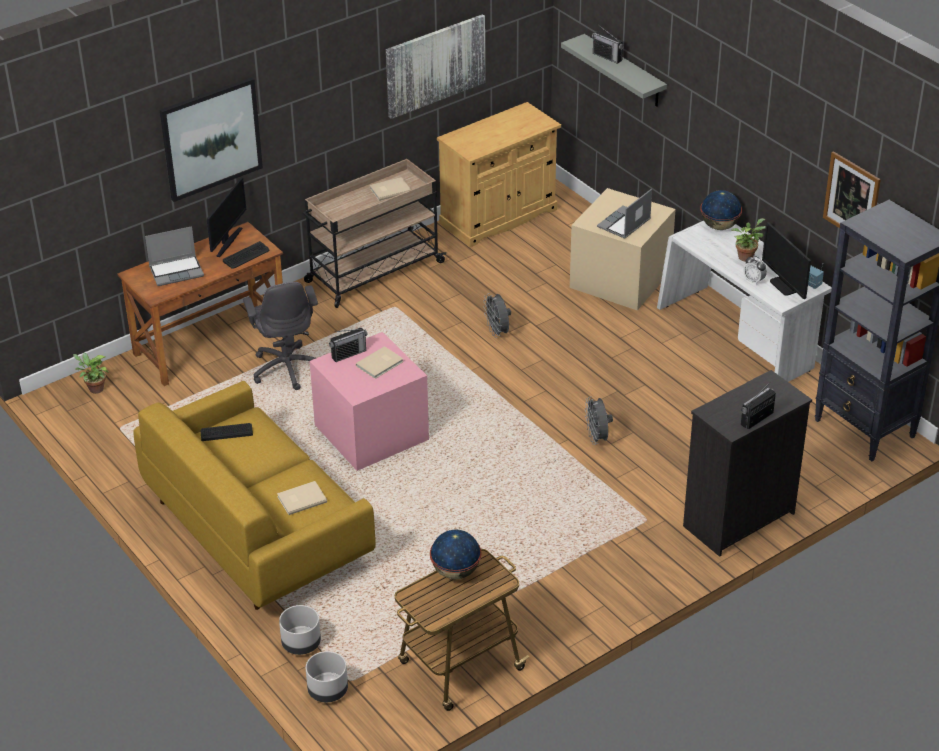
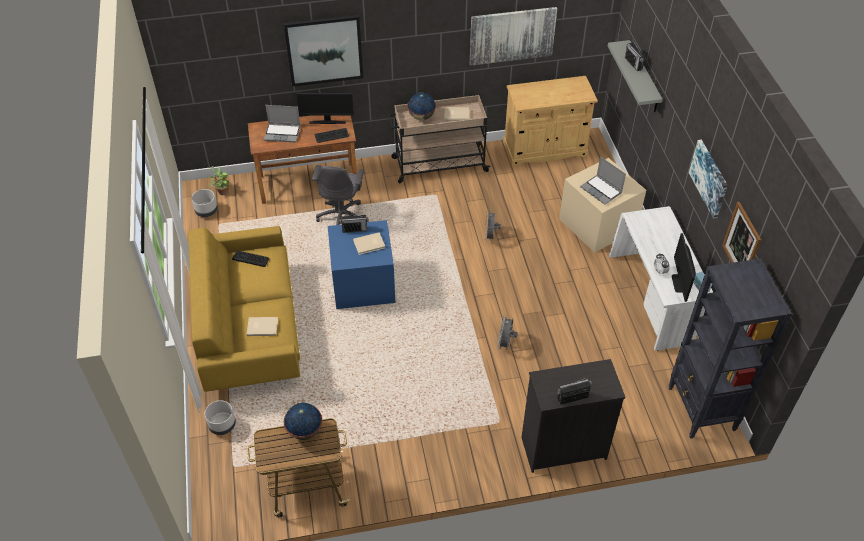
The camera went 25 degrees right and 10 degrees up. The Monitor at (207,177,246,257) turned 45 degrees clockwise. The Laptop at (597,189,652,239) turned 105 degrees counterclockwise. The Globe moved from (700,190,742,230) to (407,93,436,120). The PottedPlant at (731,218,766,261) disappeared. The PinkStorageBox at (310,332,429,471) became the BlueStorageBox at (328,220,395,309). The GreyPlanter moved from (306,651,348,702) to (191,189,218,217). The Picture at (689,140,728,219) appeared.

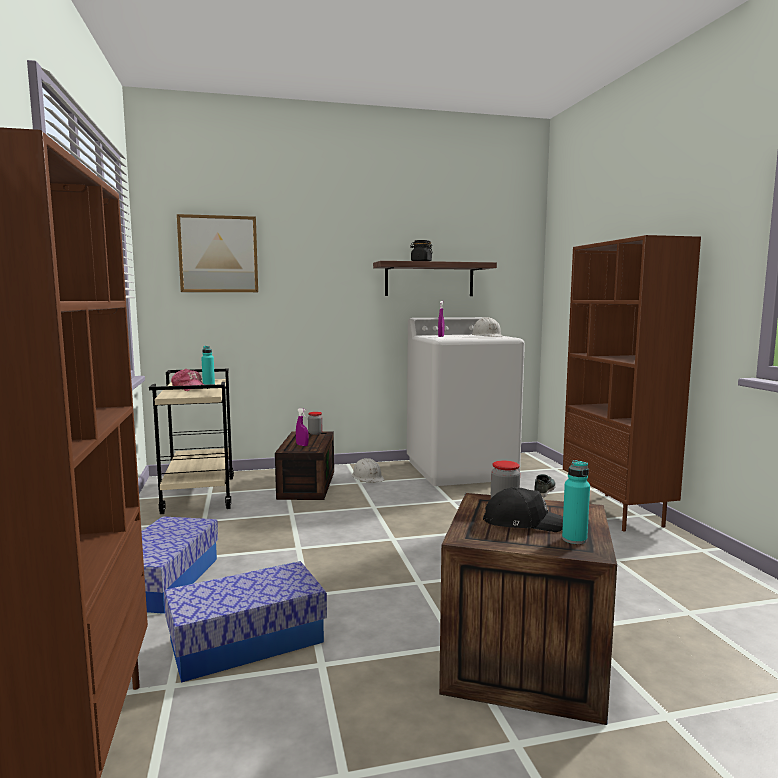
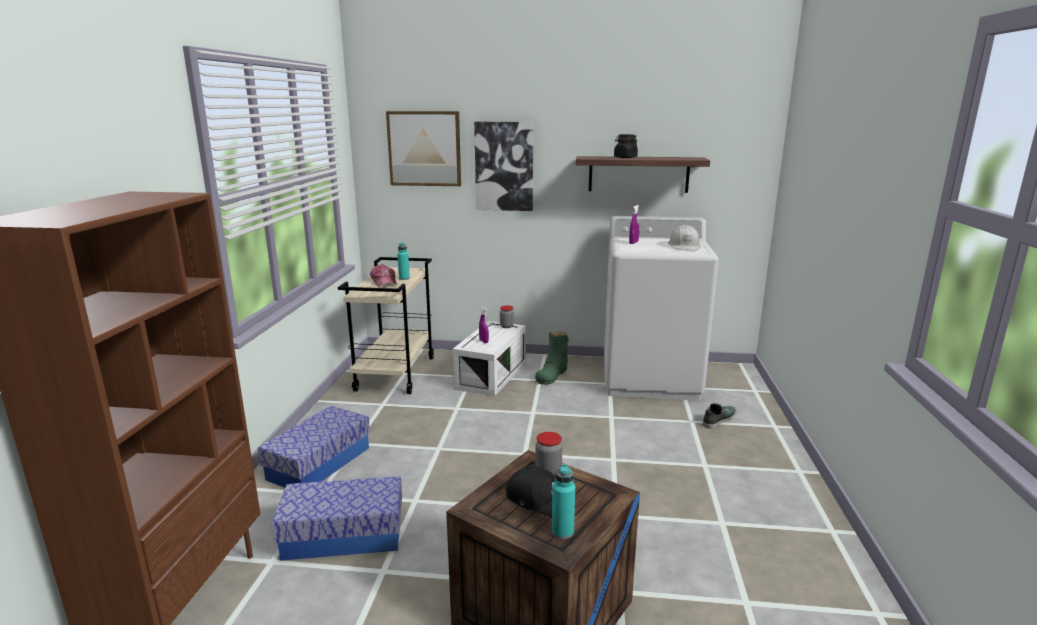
The camera went 20 degrees right and 10 degrees up. The BrownBookcase at (563,235,701,531) disappeared. The BrownStorageBox at (275,431,334,500) became the WhiteStorageBox at (453,321,526,397). The WhiteHardHat at (352,458,384,483) was replaced by the GreenBoot at (535,331,569,385). The Picture at (474,122,533,211) appeared.

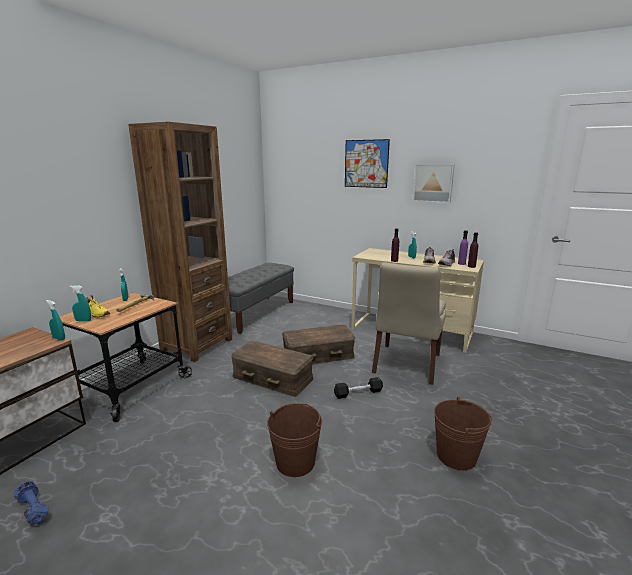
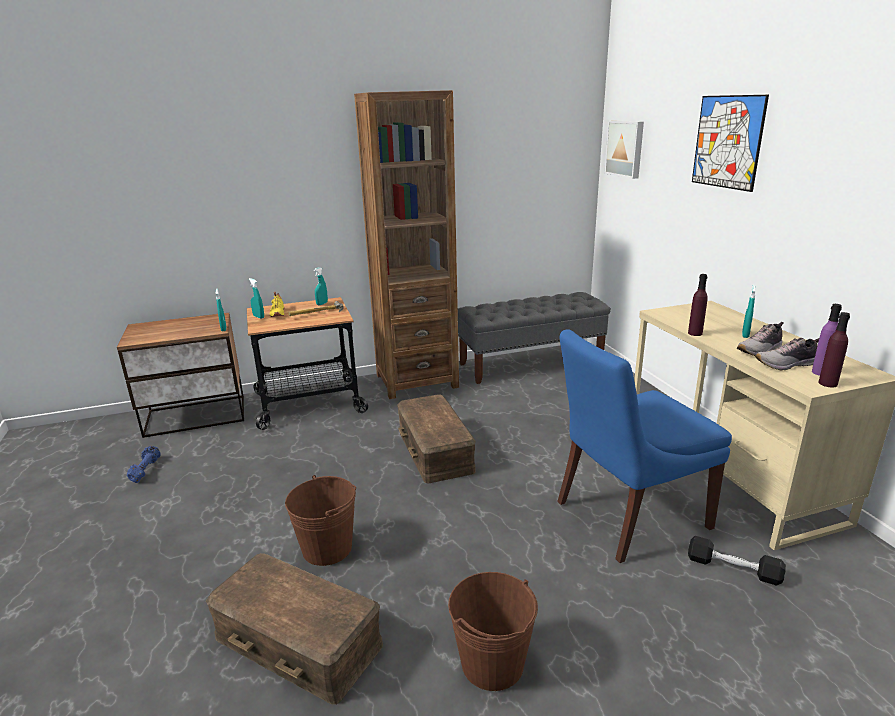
The camera went 45 degrees right and 5 degrees up. The Picture moved from (412,164,455,203) to (604,121,644,179). The BeigeChair at (372,262,446,385) became the BlueChair at (557,329,732,563). The BrownStorageBox moved from (282,325,355,364) to (206,553,383,705). The BlackDumbbell moved from (334,377,383,399) to (688,536,786,585).

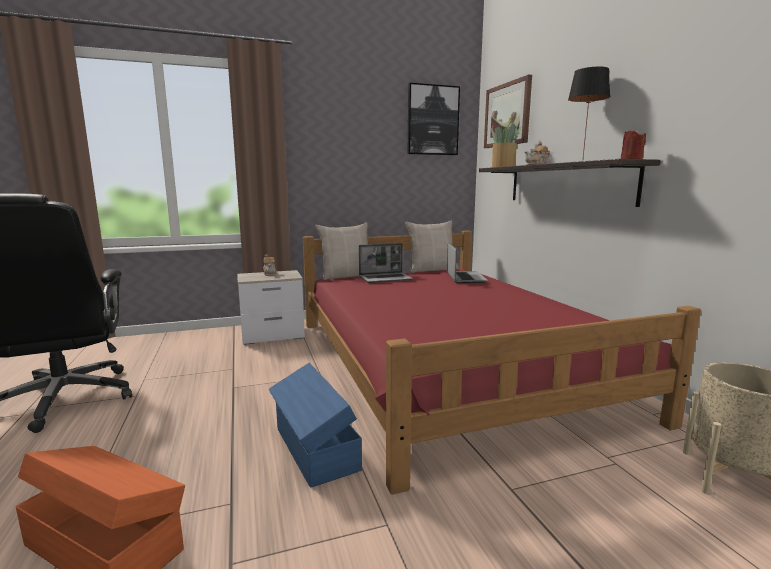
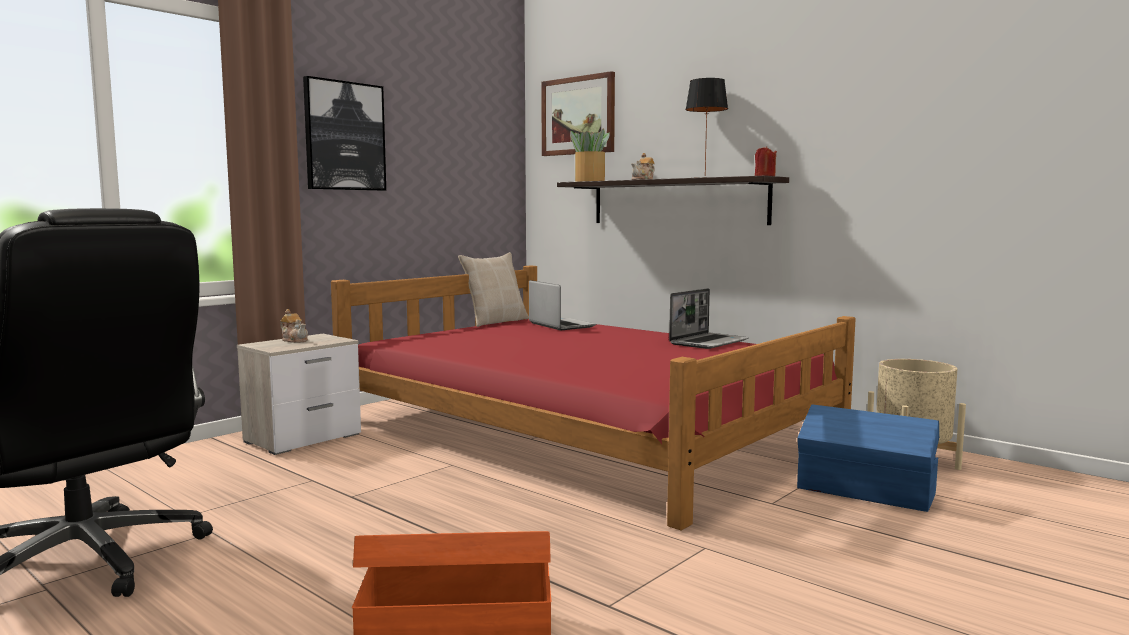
The camera went 30 degrees left and 5 degrees down. The Picture moved from (408,83,460,155) to (303,76,386,191). The BeigePillow at (316,223,368,280) disappeared. The Laptop moved from (359,243,413,283) to (669,288,749,349). The BlueStorageBox moved from (269,363,362,488) to (797,405,940,512).

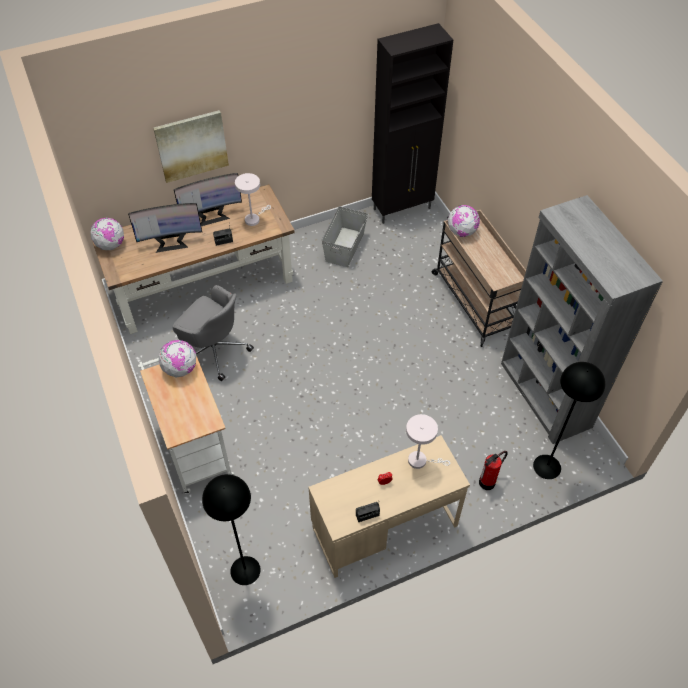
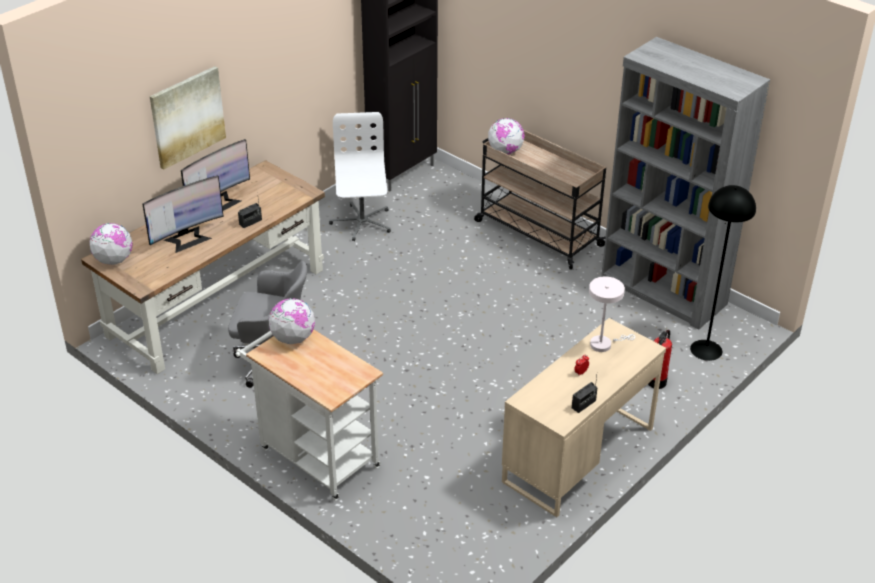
The camera went 25 degrees left and 15 degrees down. The WhiteTableLamp at (235,173,271,226) disappeared. The GreyStorageBox at (322,206,368,267) was replaced by the WhiteOfficeChair at (329,112,391,241). The BlackFloorLamp at (202,474,261,585) disappeared.

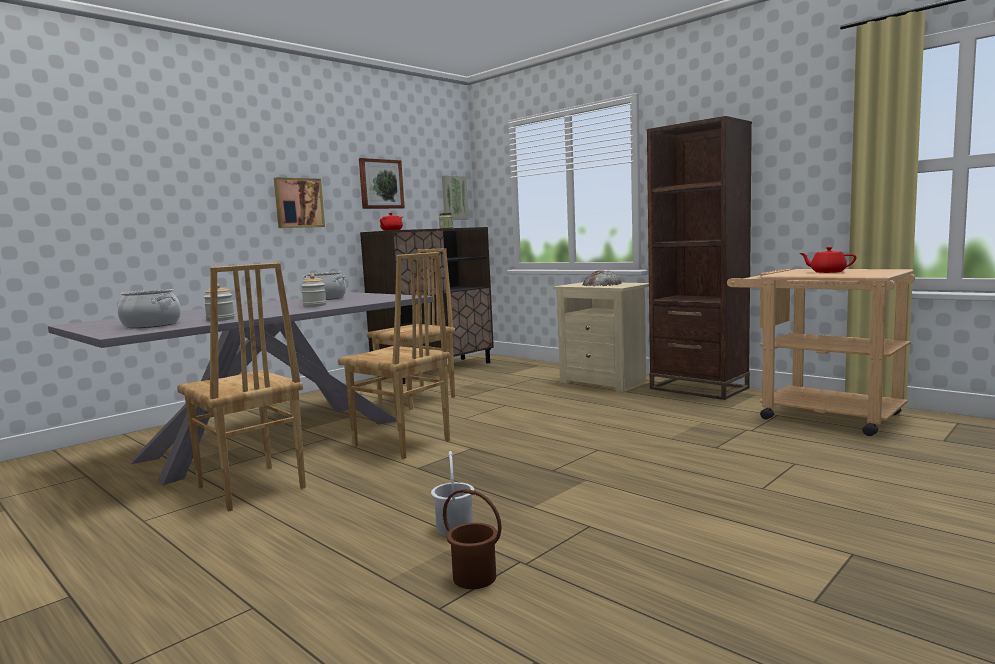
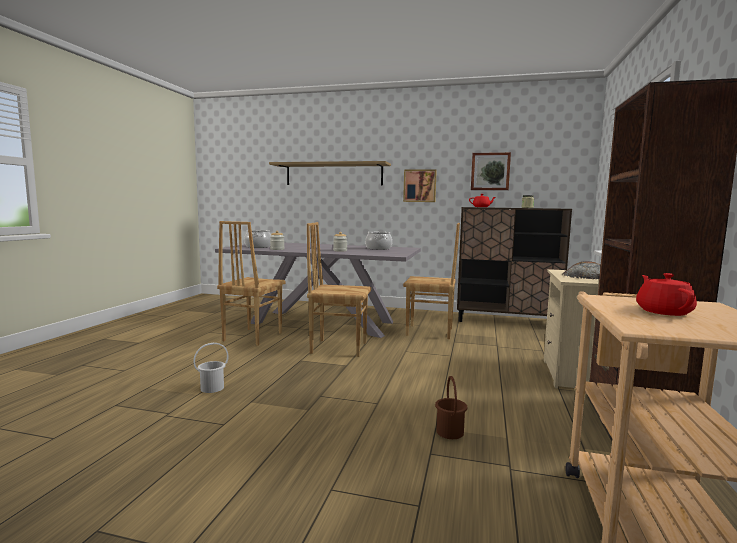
The camera went 60 degrees right and 0 degrees up. The Picture at (442,175,469,220) disappeared. The BrownChair at (338,252,450,459) turned 90 degrees clockwise. The BrownBucket moved from (443,489,502,589) to (435,376,467,439). The Shelf at (269,161,391,185) appeared.

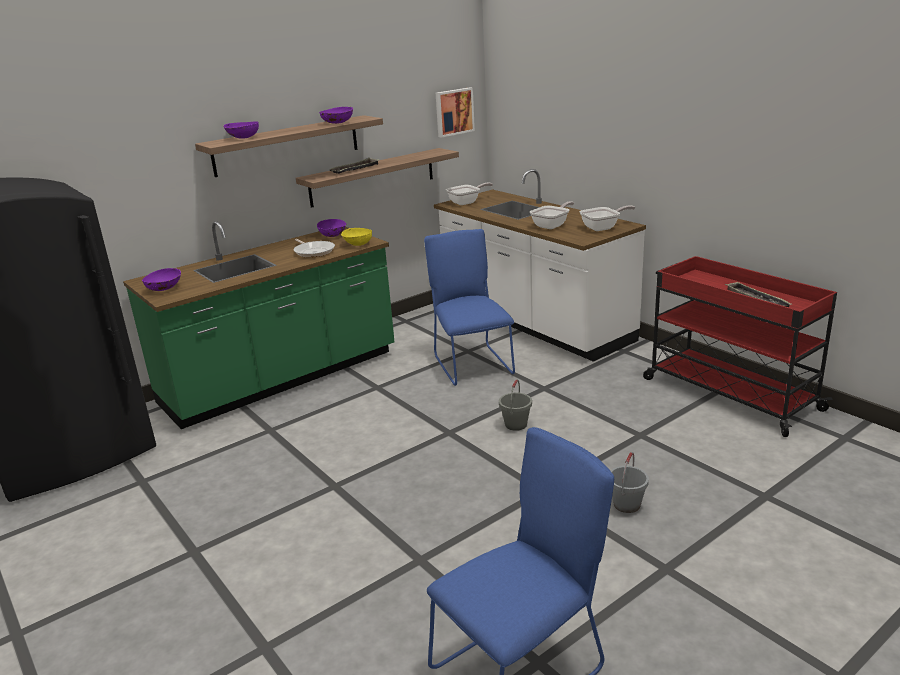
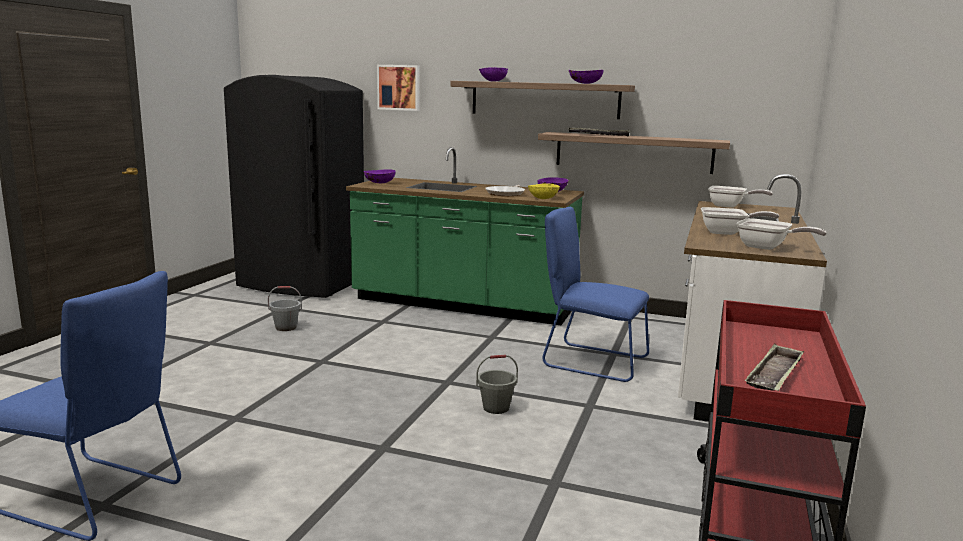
The camera went 55 degrees right and 10 degrees down. The Picture moved from (436,87,475,138) to (377,65,420,111). The BlueChair at (424,229,515,386) turned 105 degrees counterclockwise. The GreyBucket moved from (610,452,649,513) to (268,286,302,331).

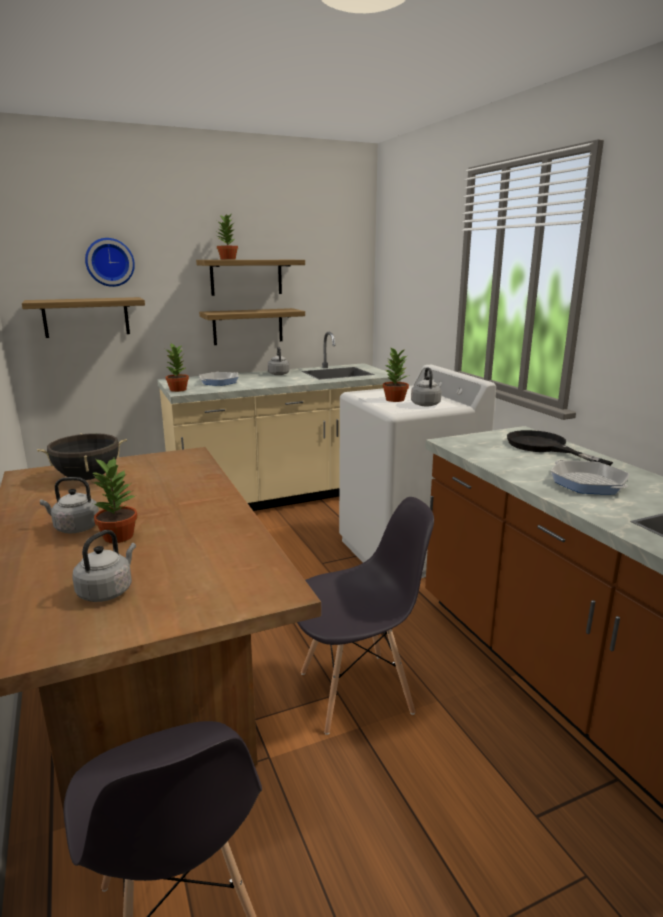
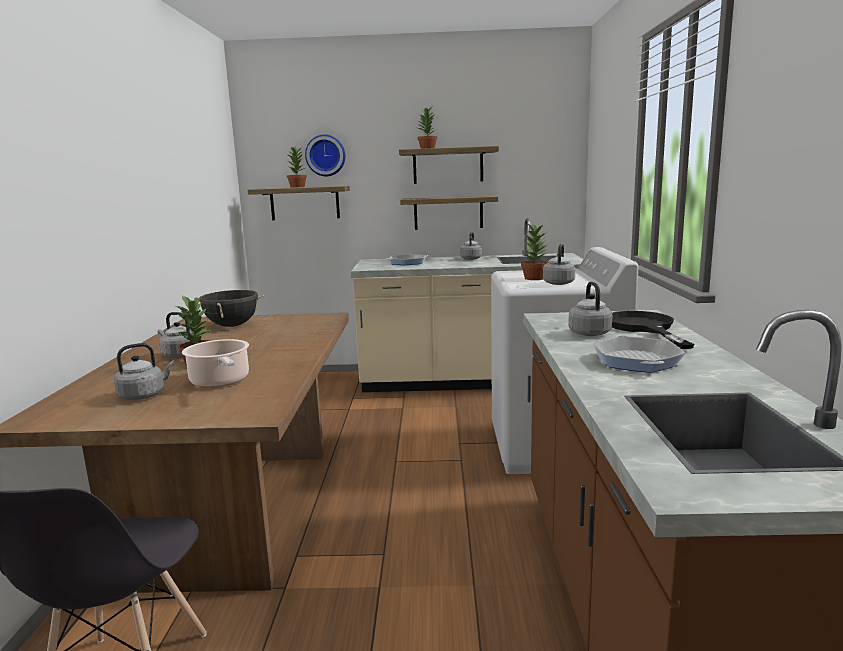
The camera went 25 degrees right and 5 degrees down. The PottedPlant moved from (165,343,189,392) to (287,146,307,188). The GreyChair at (297,497,434,735) disappeared. The GreyKettle at (568,282,612,336) appeared. The CookingPot at (182,339,249,388) appeared.

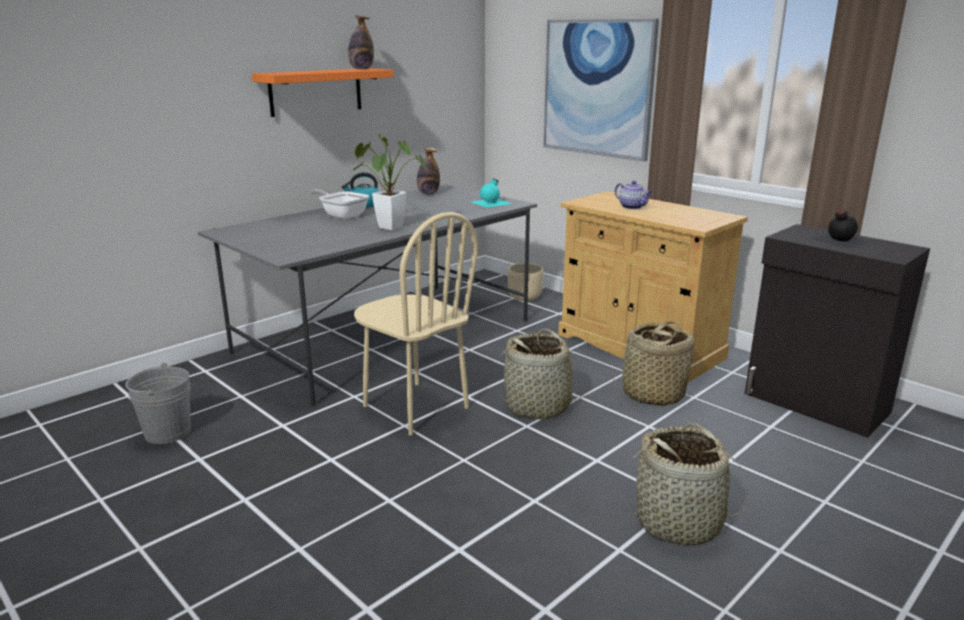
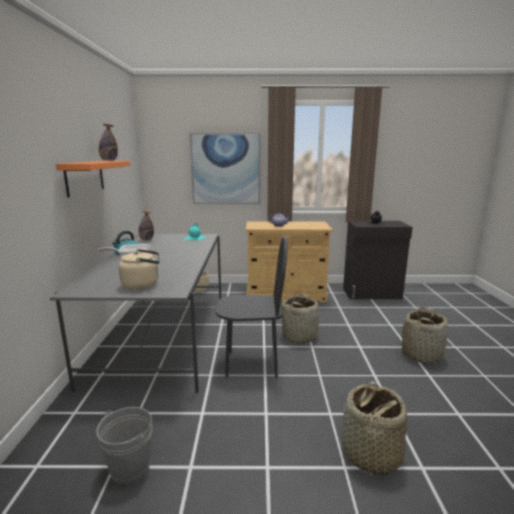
The camera went 45 degrees left and 5 degrees down. The PottedPlant at (352,134,426,230) disappeared. The BeigeChair at (354,212,478,436) became the BlackChair at (215,236,287,378). The Basket moved from (613,321,694,406) to (342,382,407,475). The BeigeKettle at (119,249,160,290) appeared.

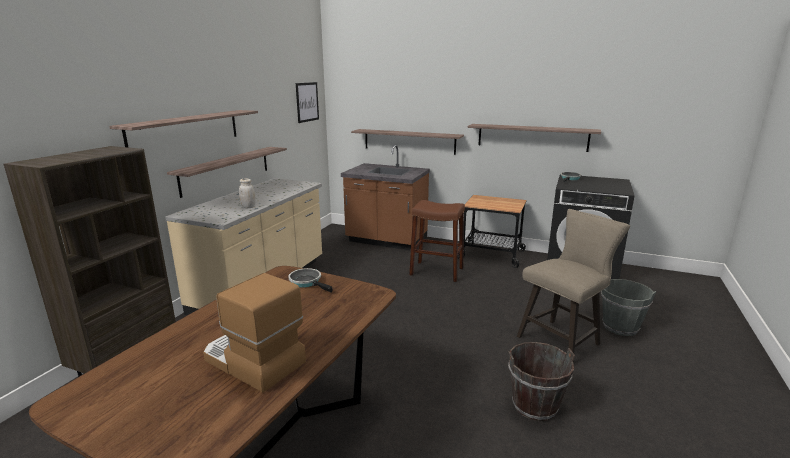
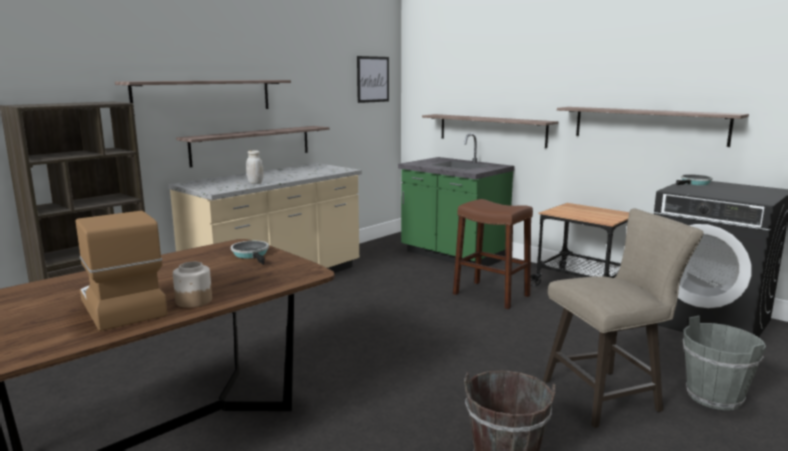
The camera went 20 degrees right and 5 degrees down. The BrownCounter at (341,145,430,251) became the GreenCounter at (398,133,514,269). The Jar at (173,262,212,308) appeared.

